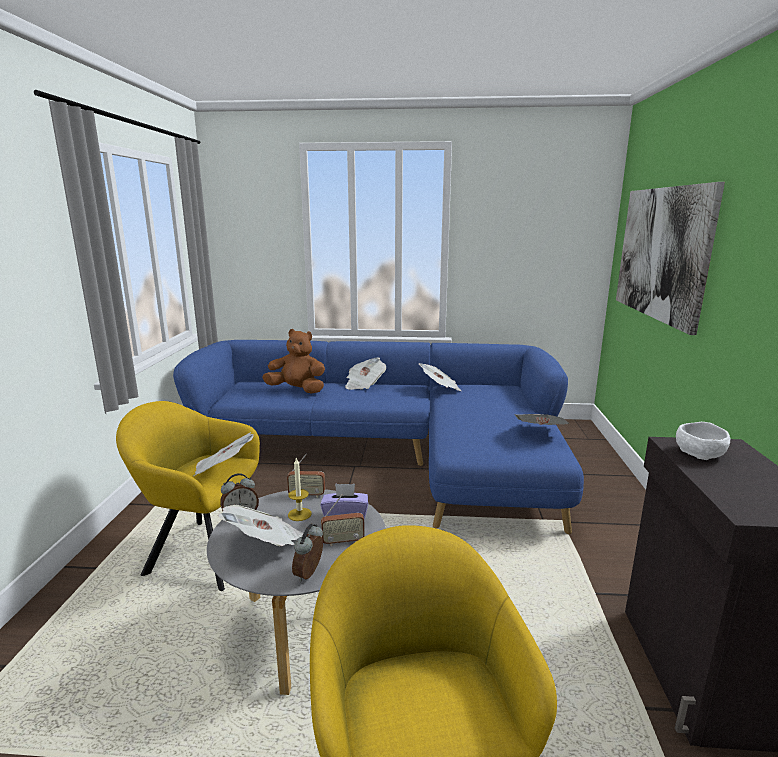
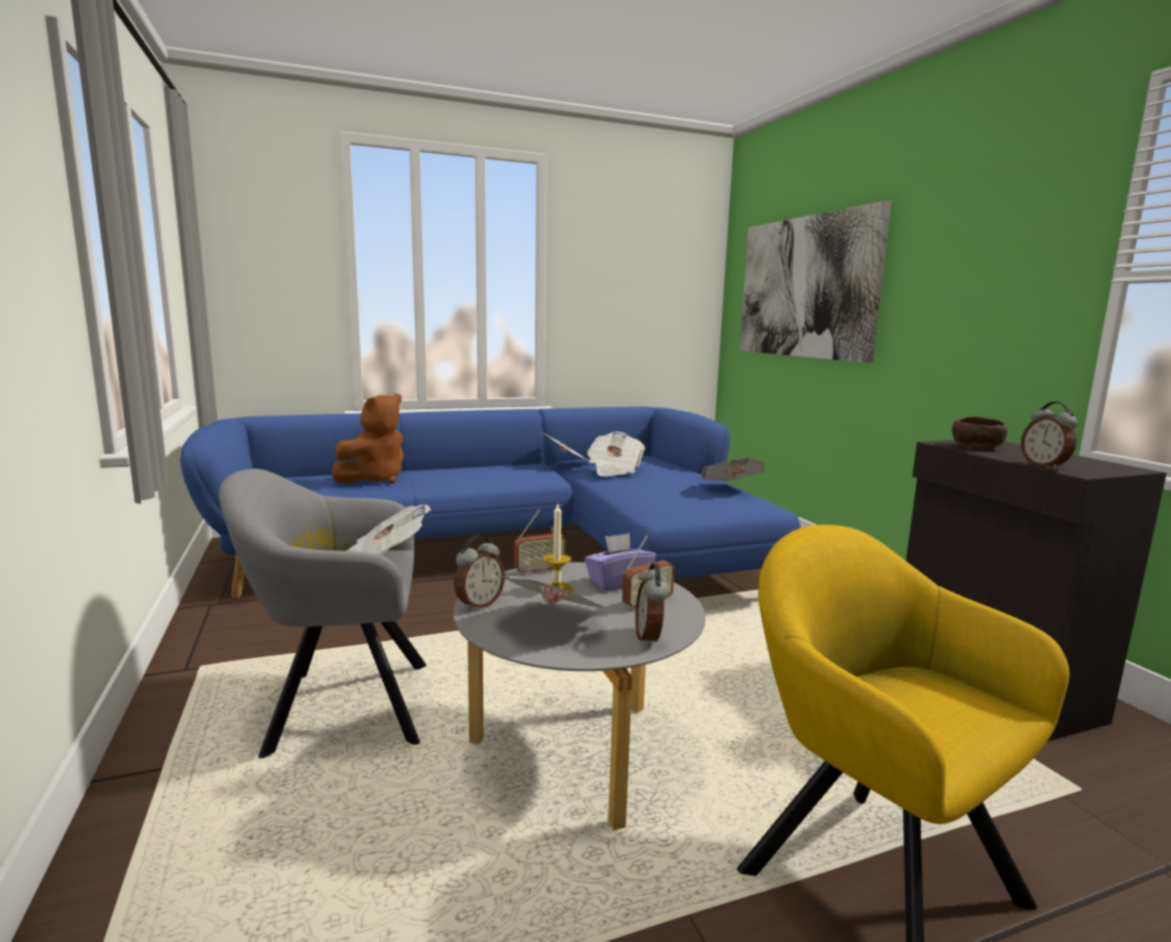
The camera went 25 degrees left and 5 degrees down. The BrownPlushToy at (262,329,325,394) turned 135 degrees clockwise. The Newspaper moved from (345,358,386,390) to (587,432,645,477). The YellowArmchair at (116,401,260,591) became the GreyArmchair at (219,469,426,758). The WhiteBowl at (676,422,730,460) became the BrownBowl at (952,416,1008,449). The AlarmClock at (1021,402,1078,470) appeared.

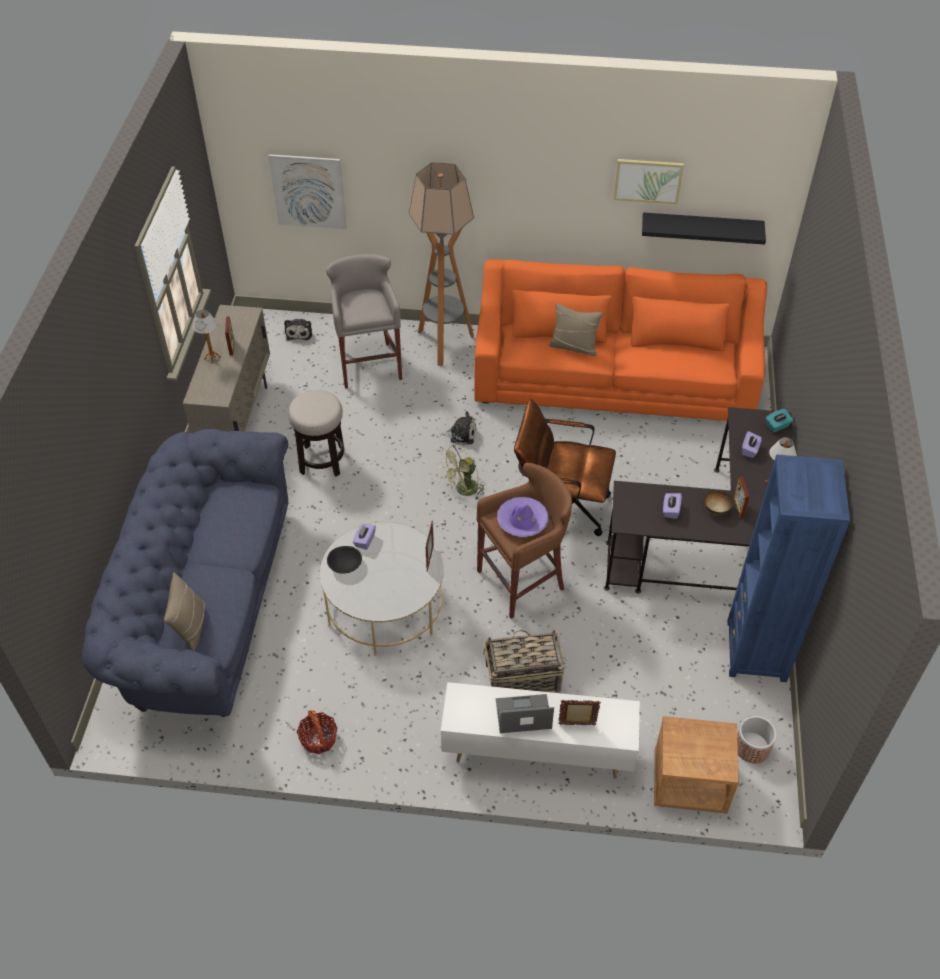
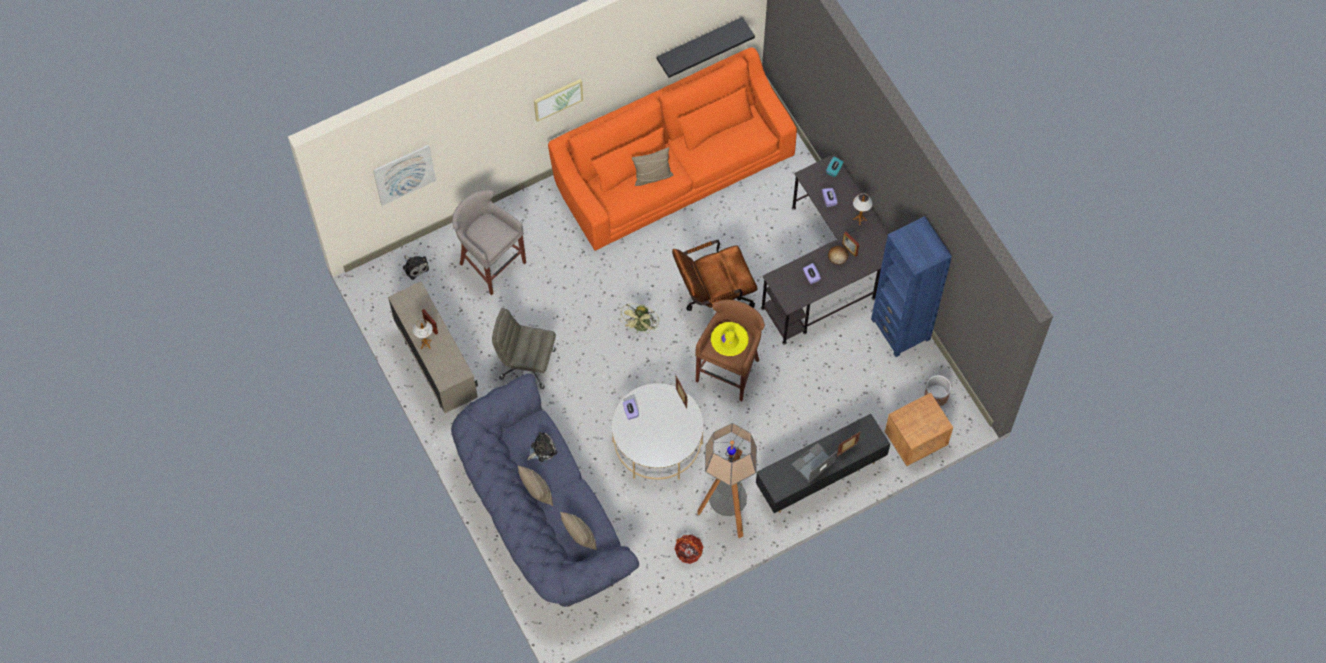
The camera went 35 degrees left and 15 degrees up. The Picture moved from (613,159,684,204) to (534,79,583,122). The FloorLamp moved from (409,162,474,366) to (698,423,757,538). The Stool at (288,390,345,477) was replaced by the GreyOfficeChair at (492,308,556,389). The PlushToy moved from (440,411,476,445) to (527,432,557,462). The PurpleHat at (497,497,549,537) became the YellowHat at (711,322,749,356). The BlackBowl at (327,546,362,574) disappeared. The Basket at (484,630,565,693) disappeared. The WhiteTvStand at (440,682,640,779) became the BlackTvStand at (756,414,890,513). The BeigePillow at (518,466,553,506) appeared.

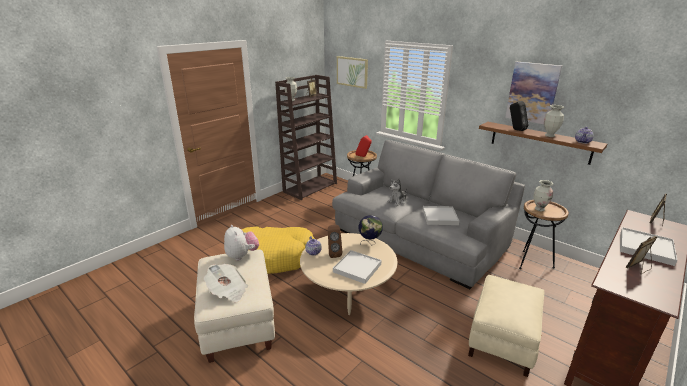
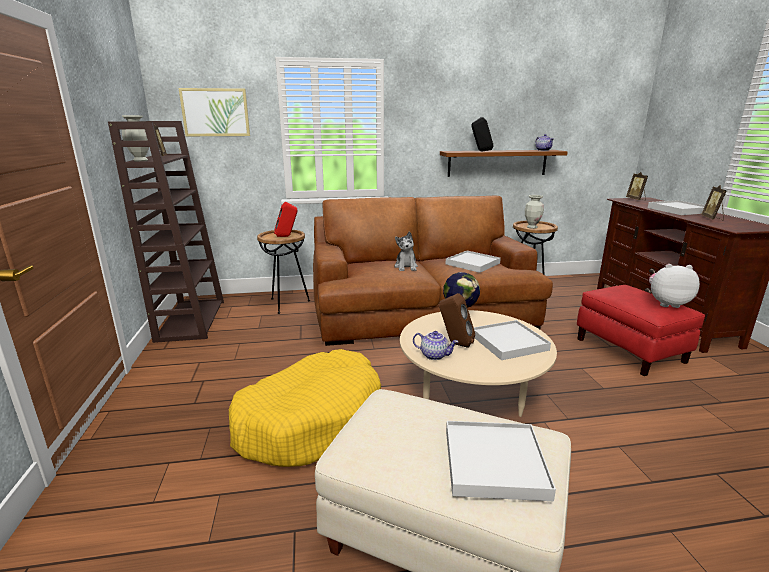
The camera went 50 degrees left and 5 degrees down. The Picture at (505,62,562,124) disappeared. The Vase at (544,105,564,137) disappeared. The GreySofa at (332,140,525,289) became the BrownSofa at (313,196,553,346). The PlushToy moved from (224,225,259,261) to (649,264,700,308). The Newspaper at (204,264,248,303) was replaced by the WhiteTray at (446,421,556,501). The BeigeOttoman at (468,275,544,377) became the RedOttoman at (577,285,705,376).

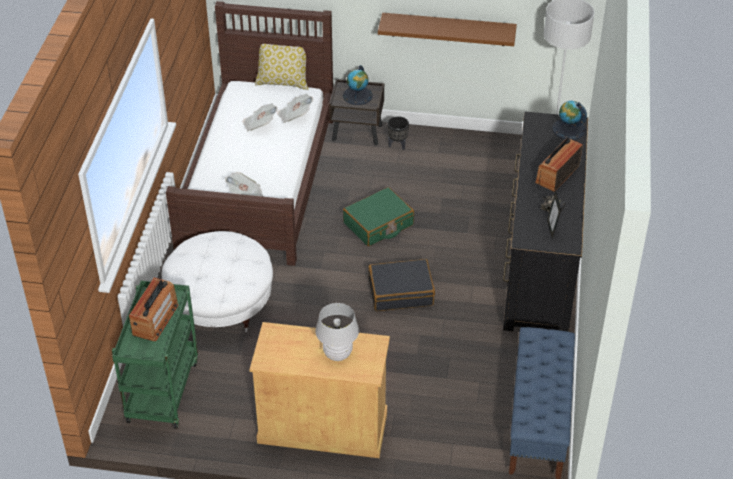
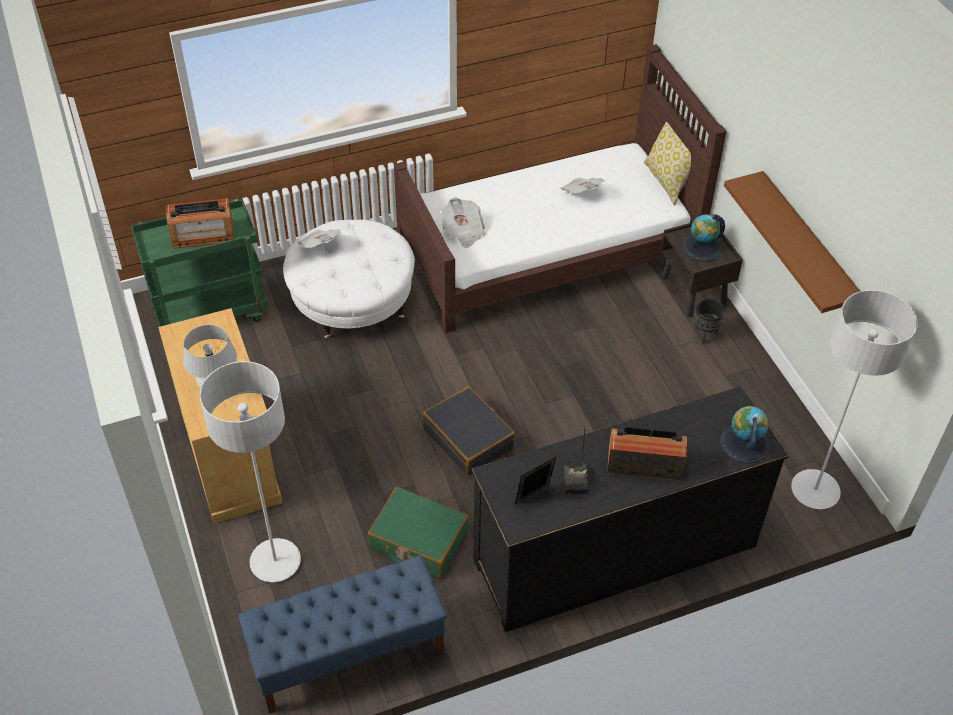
The camera went 60 degrees right and 5 degrees up. The Newspaper moved from (277,94,313,123) to (298,229,341,248). The GreenSuitcase moved from (343,187,414,246) to (368,487,469,578). The GreyFloorLamp at (200,361,301,582) appeared.

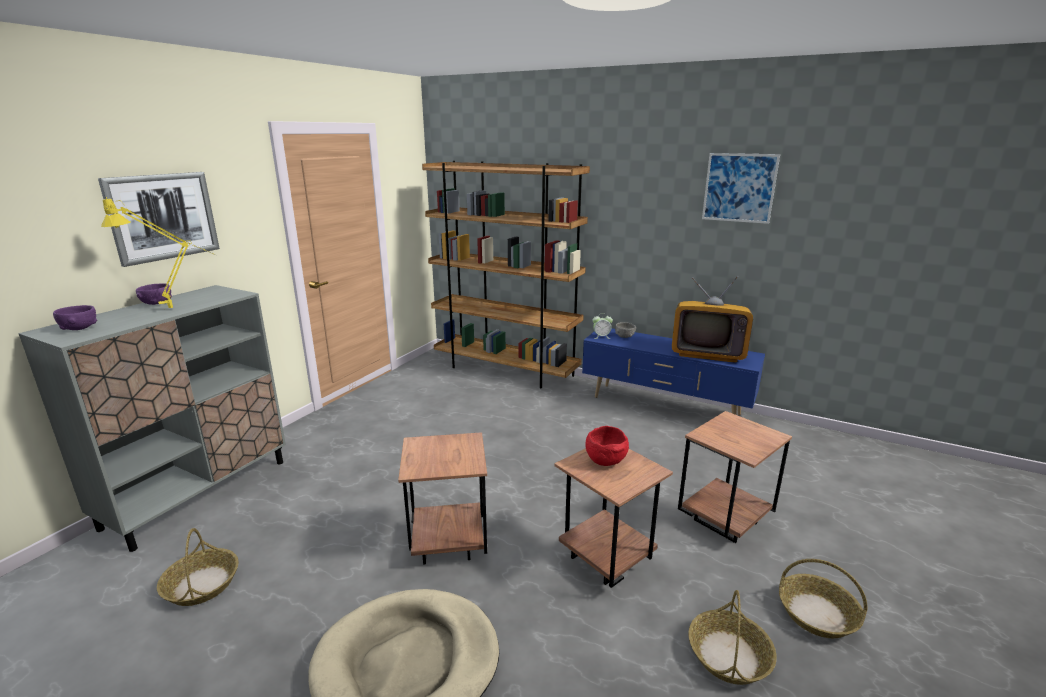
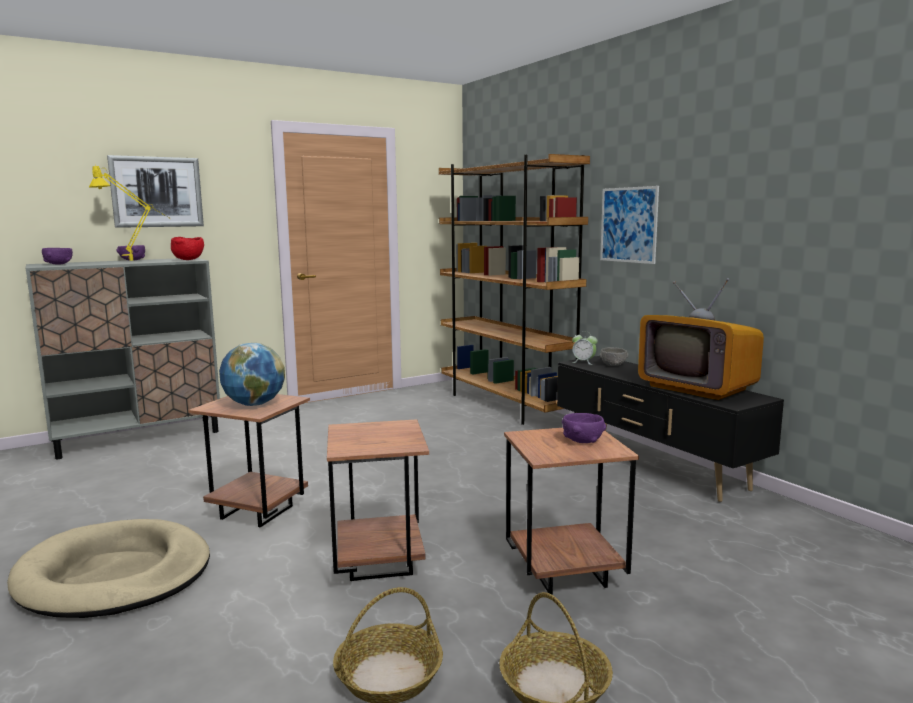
The camera went 30 degrees right and 10 degrees down. The Picture moved from (702,153,780,224) to (600,186,659,264). The BlueTvStand at (582,328,765,415) became the BlackTvStand at (557,356,784,502). The RedBowl moved from (585,426,629,466) to (171,237,204,260). The Basket at (157,528,238,606) disappeared. The Globe at (219,343,285,406) appeared. The PurpleBowl at (562,413,606,443) appeared.

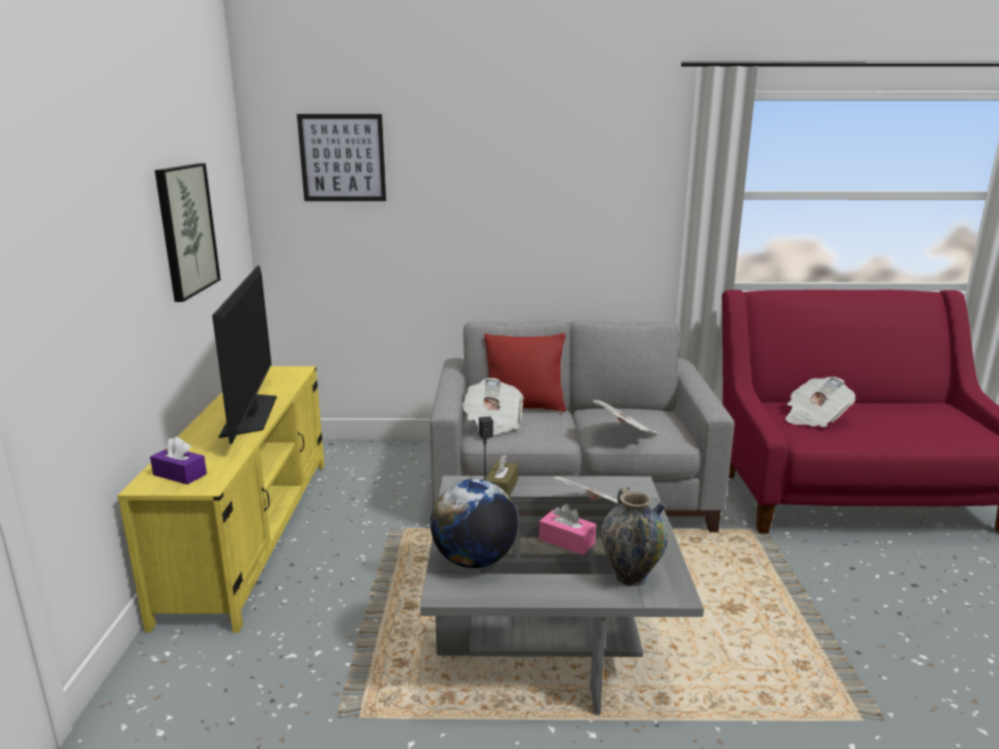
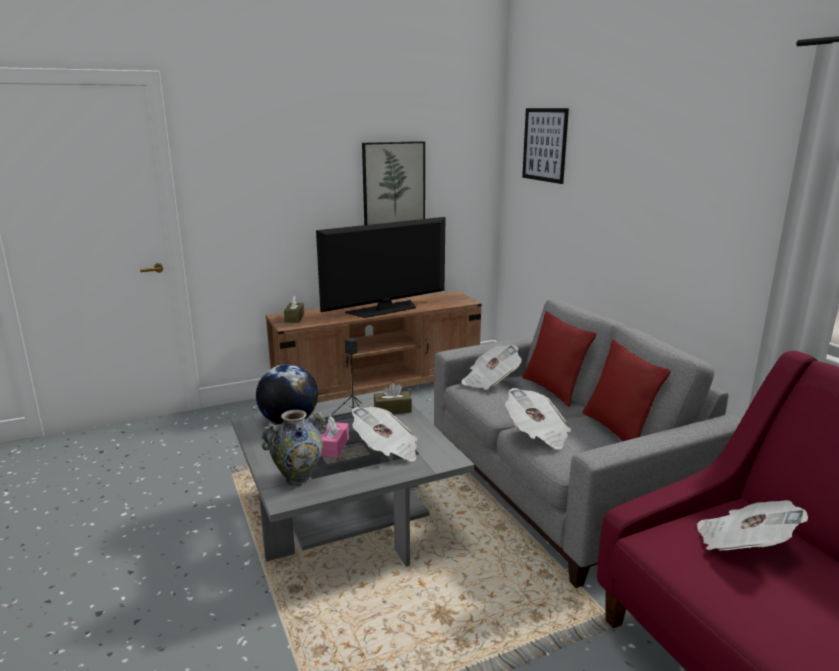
The camera went 65 degrees right and 0 degrees up. The YellowTvStand at (117,366,325,633) became the BrownTvStand at (266,291,482,403). The PurpleTissueBox at (150,437,207,485) became the BrownTissueBox at (284,295,304,322). The RedPillow at (582,339,671,441) appeared.

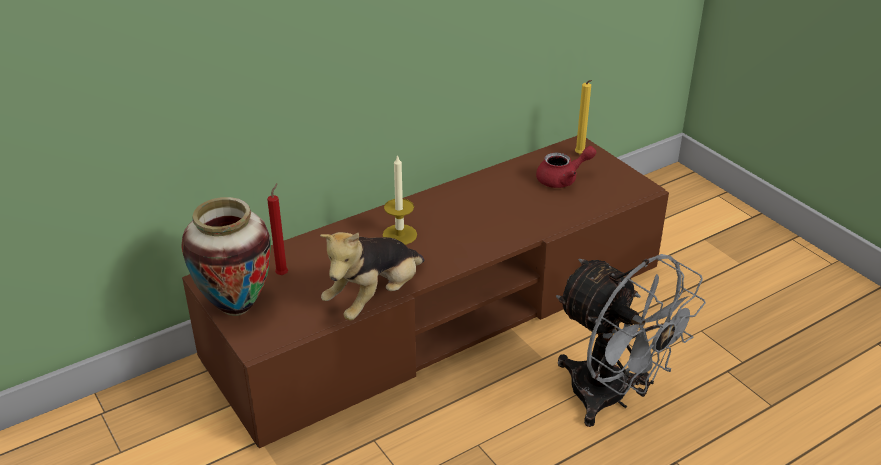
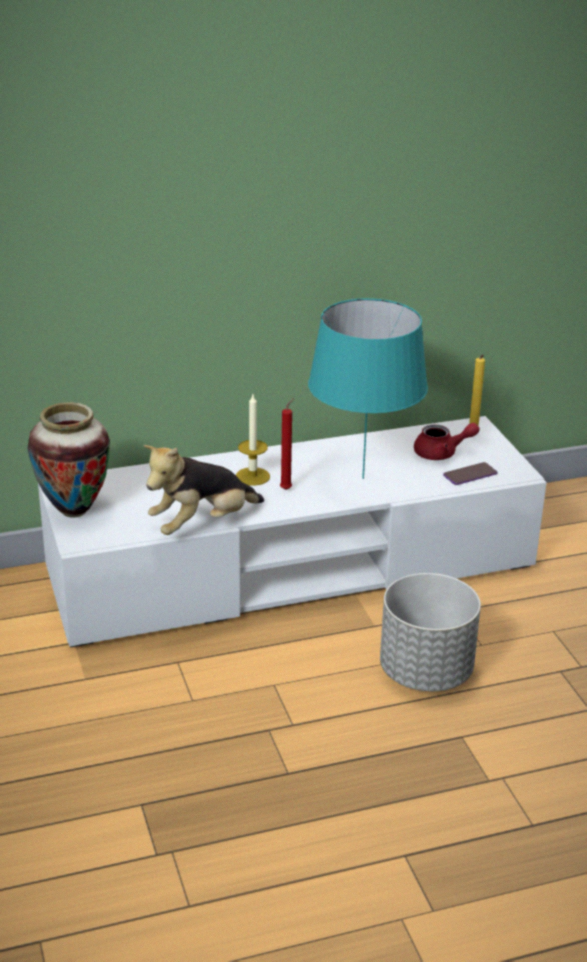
The camera went 15 degrees right and 5 degrees down. The BrownTvStand at (182,136,669,448) became the WhiteTvStand at (38,416,547,648). The RedCandle moved from (267,183,288,275) to (280,398,294,490). The GreyFan at (556,254,706,427) was replaced by the GreyPlanter at (380,573,481,691). The TurquoiseTableLamp at (308,298,428,479) appeared. The Phone at (443,462,497,485) appeared.

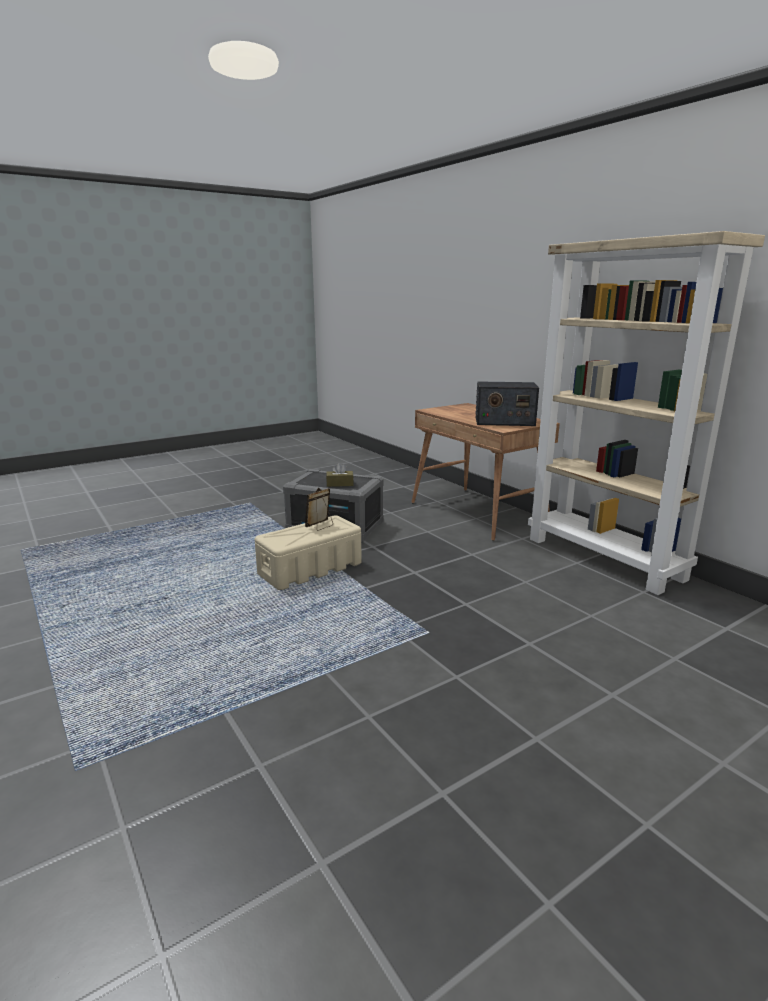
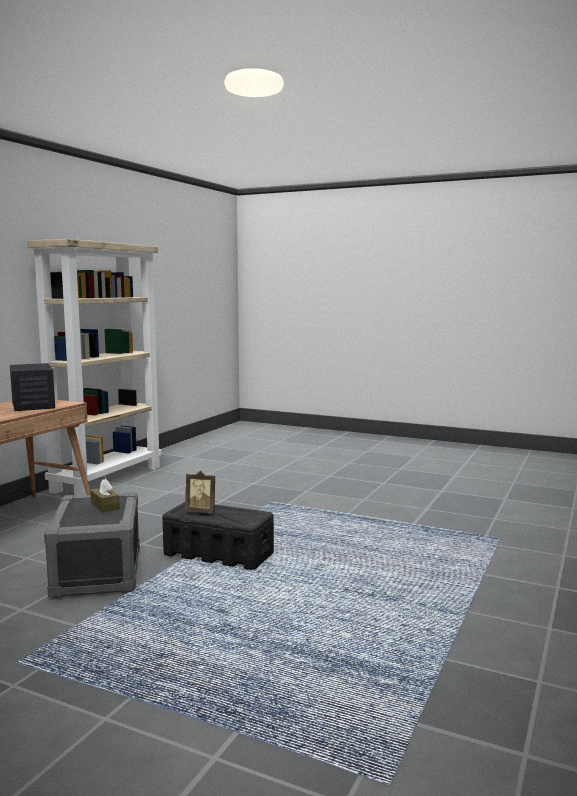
The camera went 120 degrees left and 10 degrees down. The BeigeStorageBox at (255,515,362,590) became the BlackStorageBox at (162,502,274,570).

